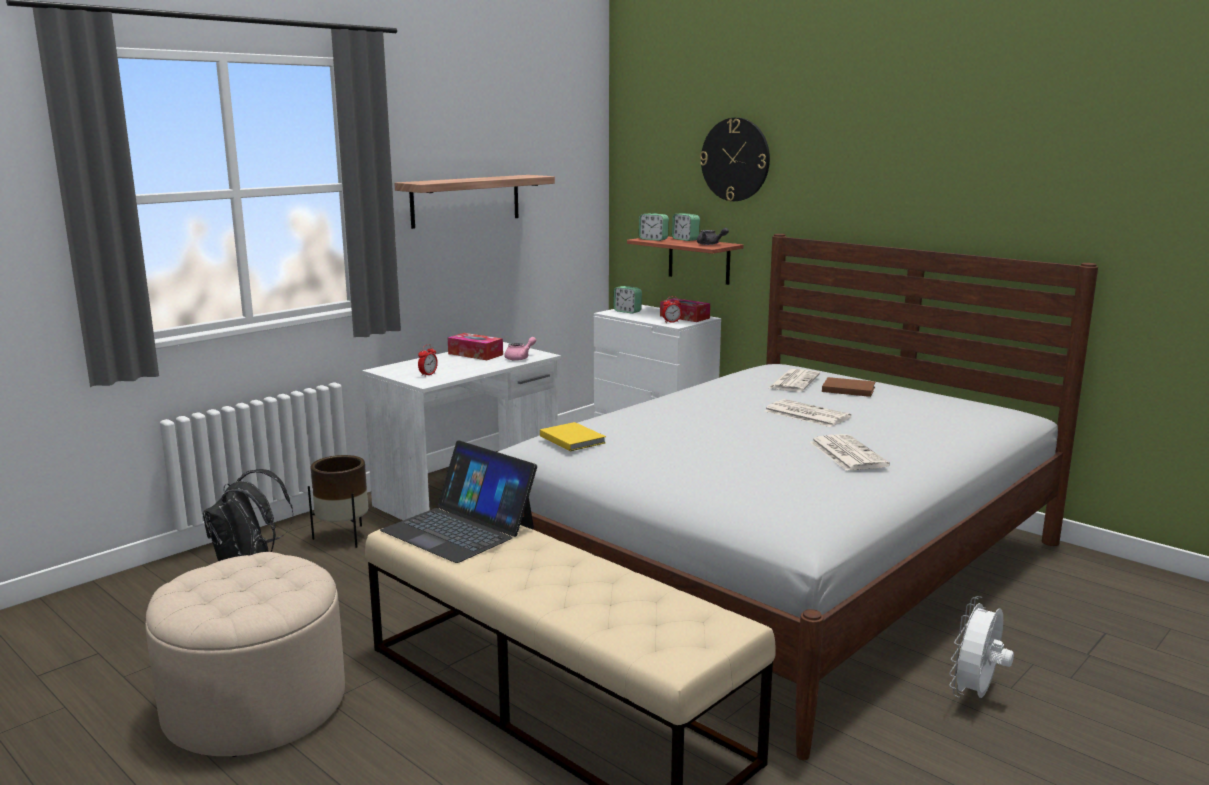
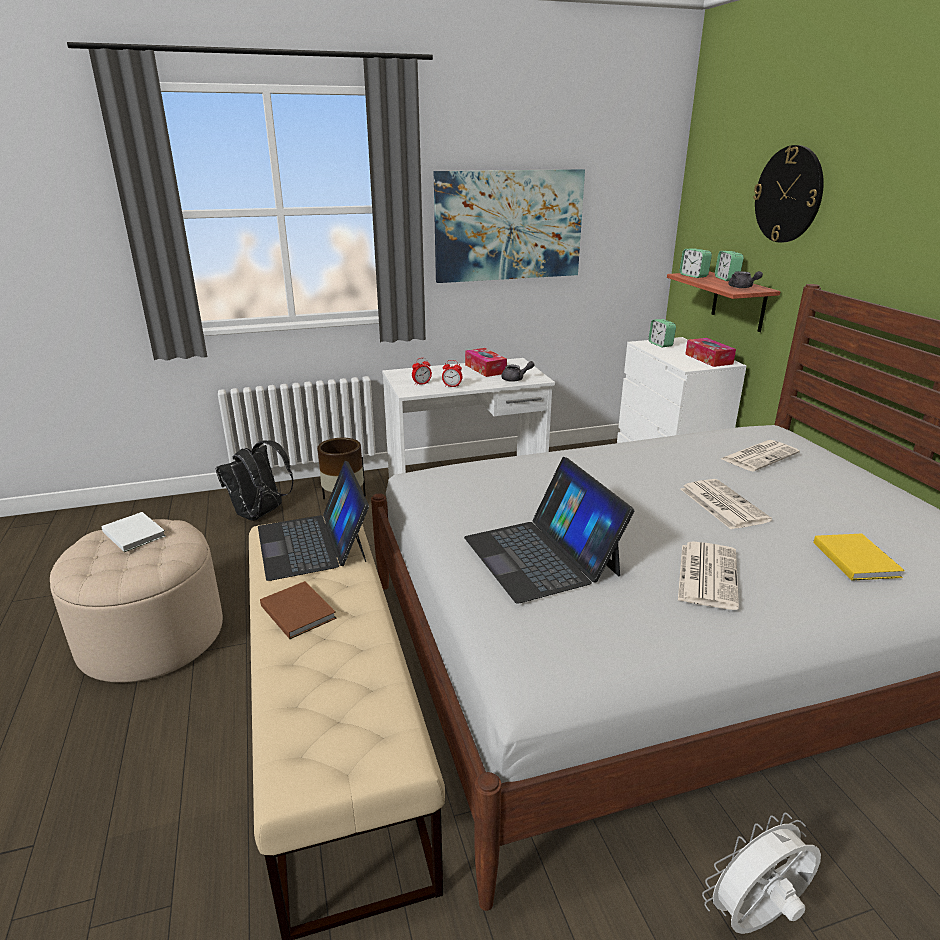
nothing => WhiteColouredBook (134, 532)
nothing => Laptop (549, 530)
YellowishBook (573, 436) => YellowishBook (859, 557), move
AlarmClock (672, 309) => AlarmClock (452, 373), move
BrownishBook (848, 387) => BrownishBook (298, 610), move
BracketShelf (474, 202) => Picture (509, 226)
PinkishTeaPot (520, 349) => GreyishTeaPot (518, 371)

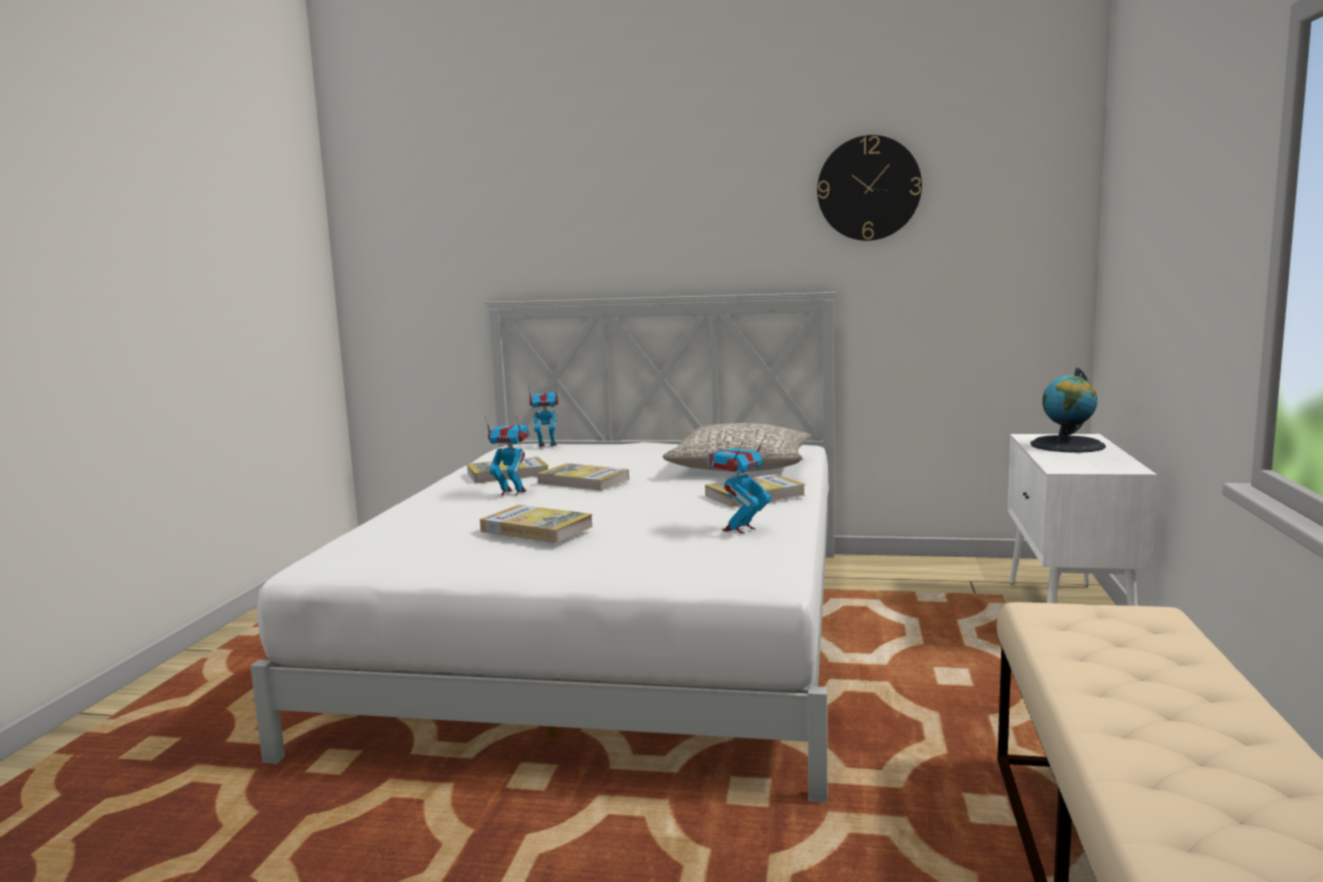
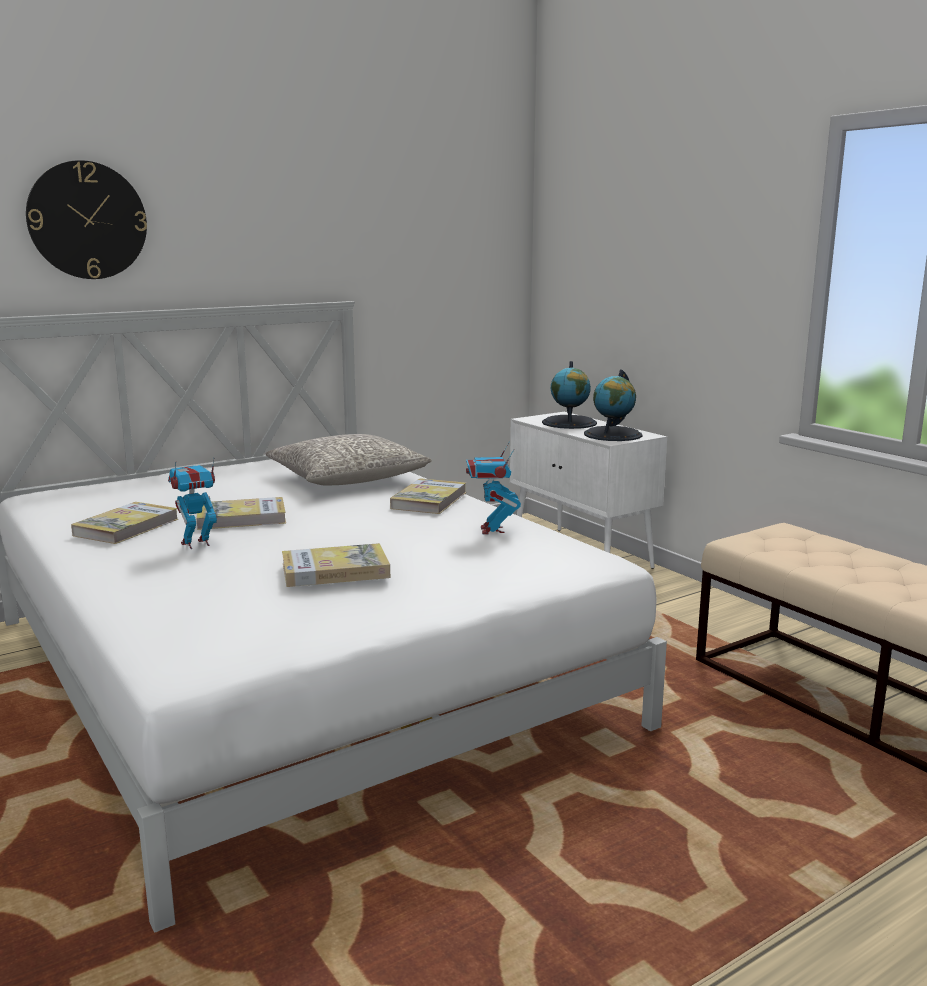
RobotFigure (543, 417) => nothing
nothing => WorldGlobe (613, 405)
WallClock (869, 188) => WallClock (86, 219), move

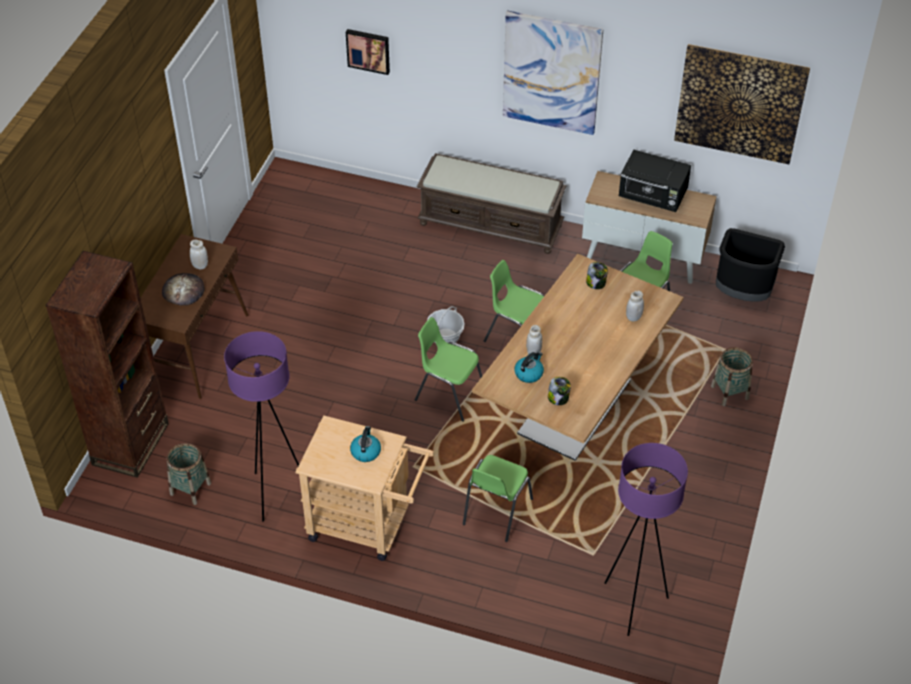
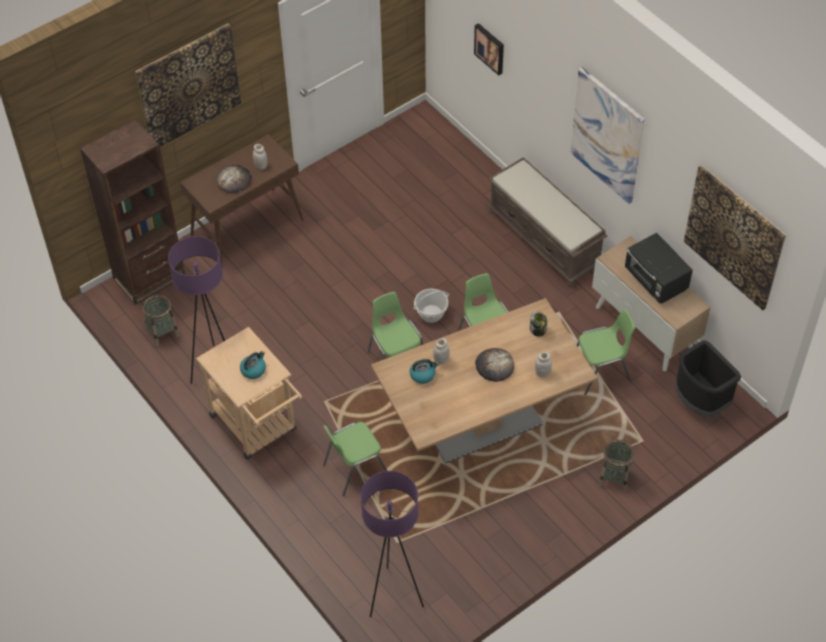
PreserveJar (559, 391) => nothing
nothing => Picture (188, 85)
nothing => BakeryBread (494, 365)

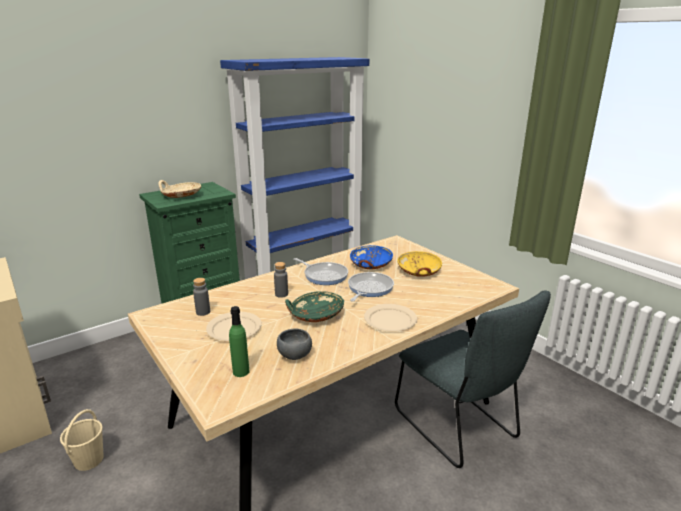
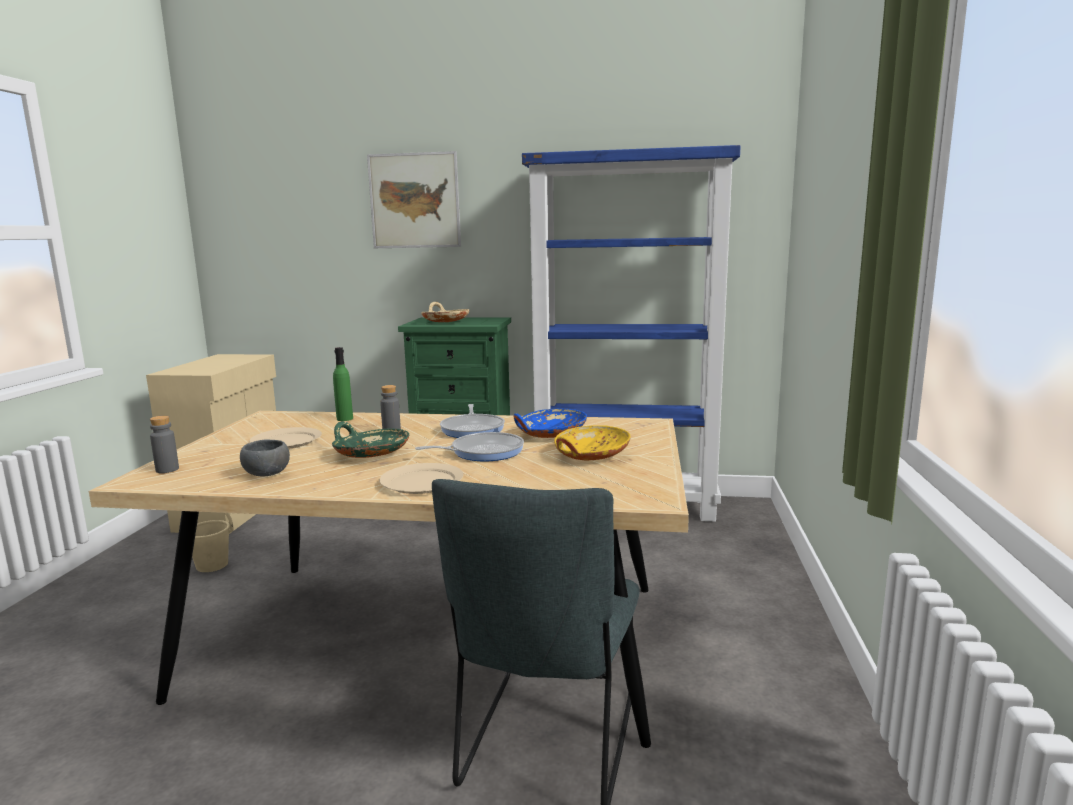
nothing => Picture (414, 199)
GreyishBottle (201, 297) => GreyishBottle (164, 444), move
GreenBottle (239, 341) => GreenBottle (343, 384), move

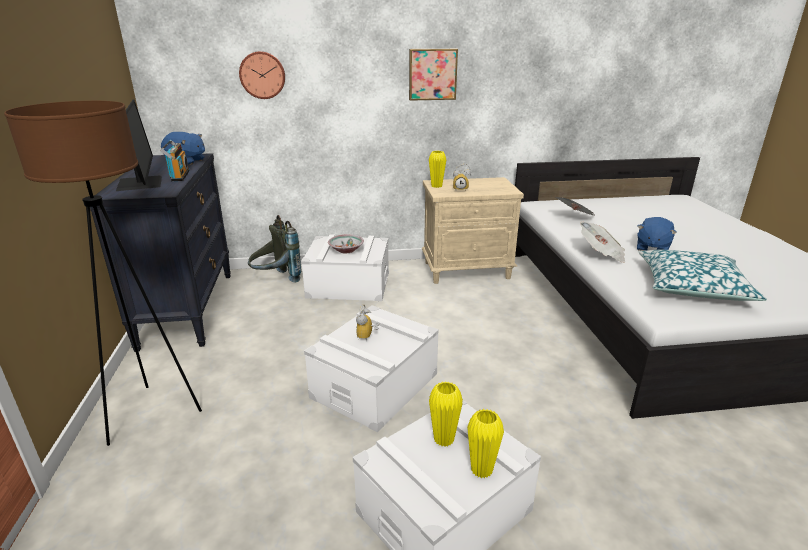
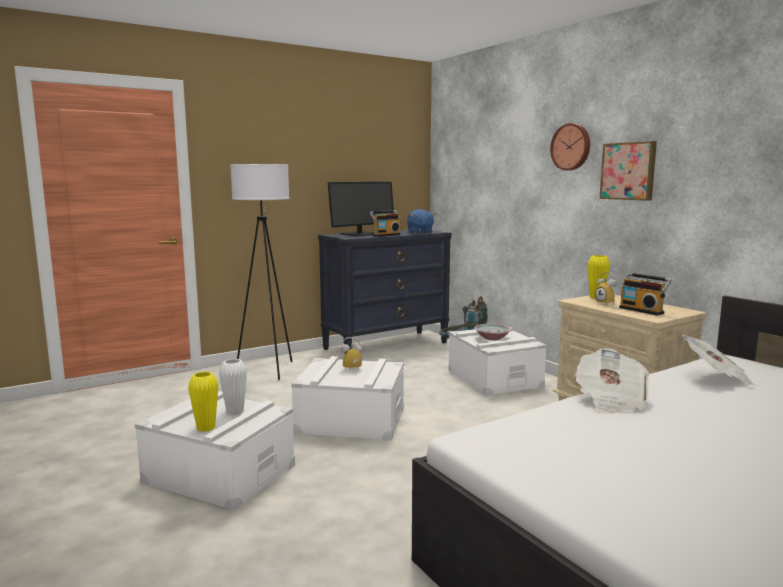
BlueCuddlyToy (657, 234) => nothing
Pillow (703, 275) => nothing
nothing => RadioReceiver (645, 294)
WallClock (262, 75) => WallClock (570, 147), move
BrownishFloorLamp (103, 273) => WhiteColouredFloorLamp (261, 272)
YellowishVase (446, 414) => WhiteColouredVase (233, 387)

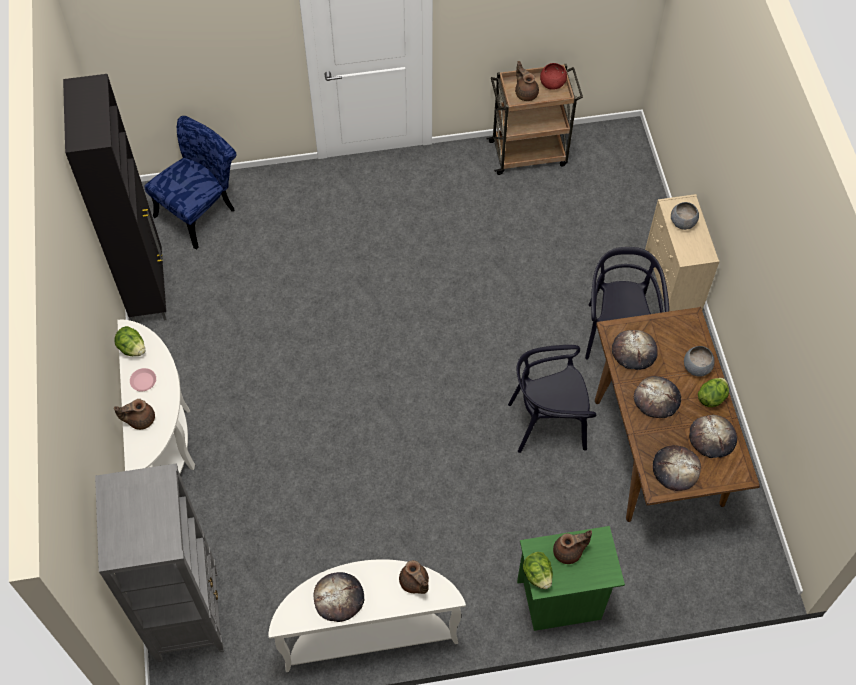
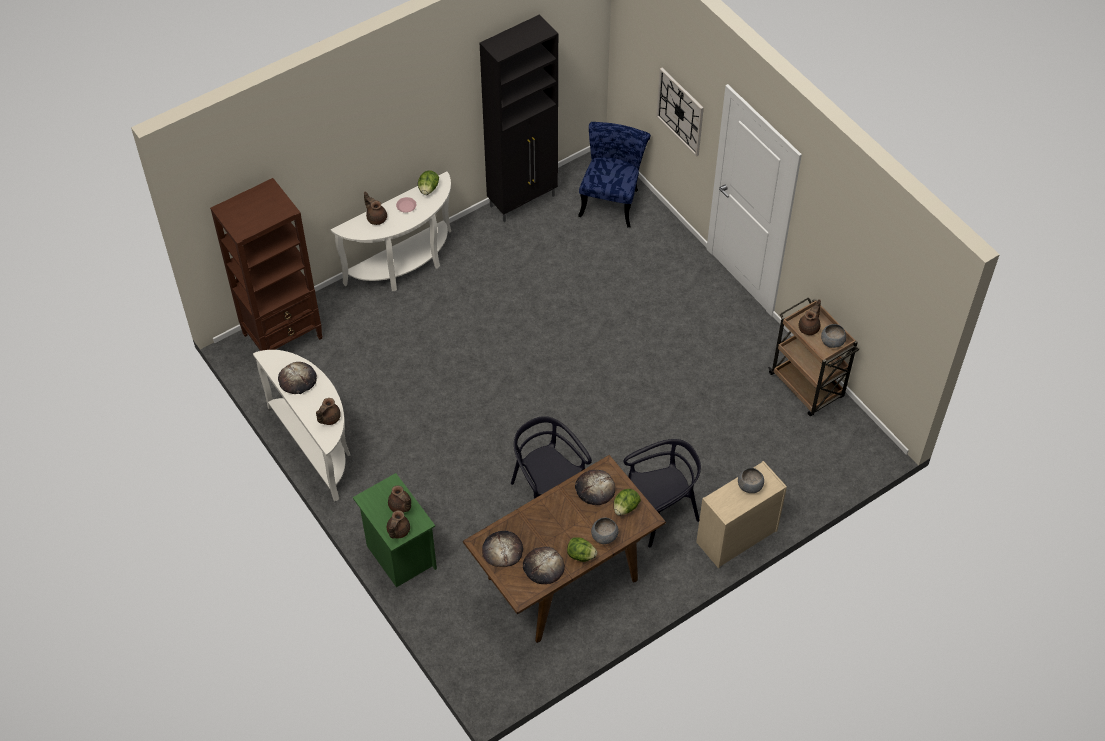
BakeryBread (657, 397) => nothing
nothing => BrownishTeaPot (398, 524)
nothing => WallClock (680, 112)
HeadOfLettuce (538, 570) => HeadOfLettuce (627, 502), move
GreyishShelvingUnit (159, 562) => BrownishShelvingUnit (266, 264)
ReddishDeepDish (553, 76) => GreyishDeepDish (833, 336)
BlueUprightChair (190, 182) => BlueUprightChair (614, 174), 90 degrees counterclockwise

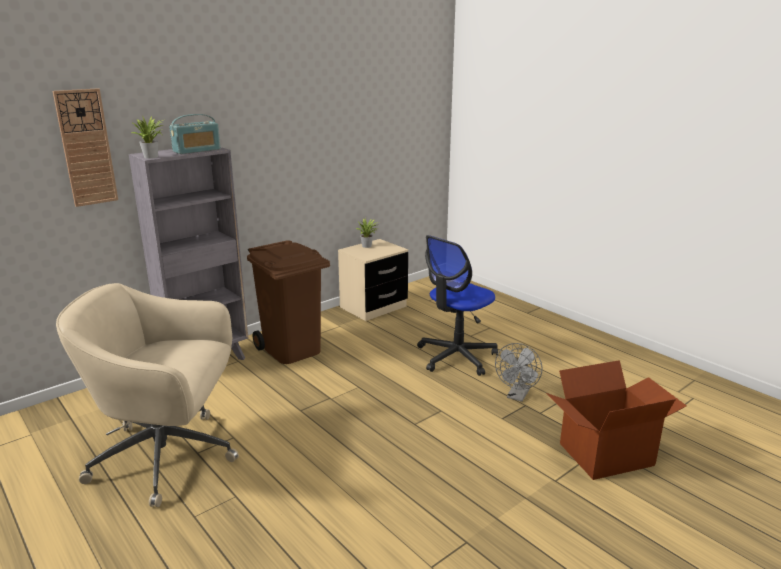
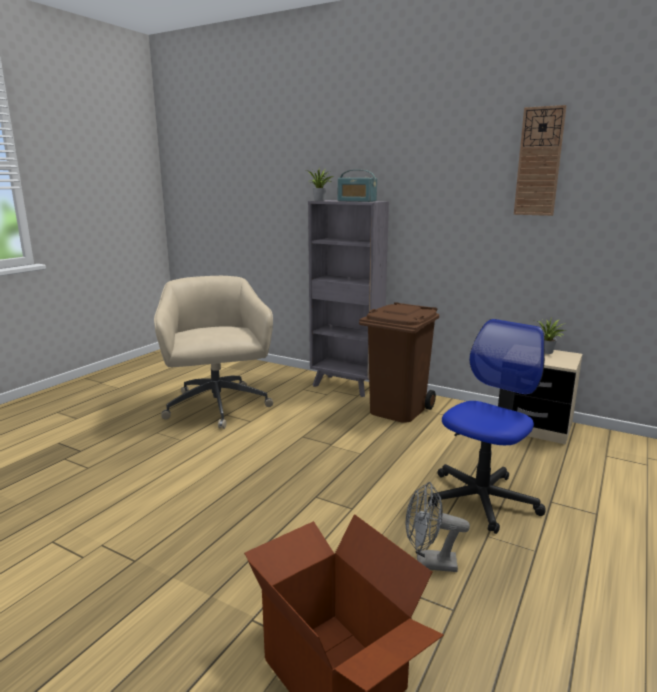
WallClock (85, 147) => WallClock (540, 160), move
ComputerChair (457, 305) => ComputerChair (487, 426), 105 degrees clockwise

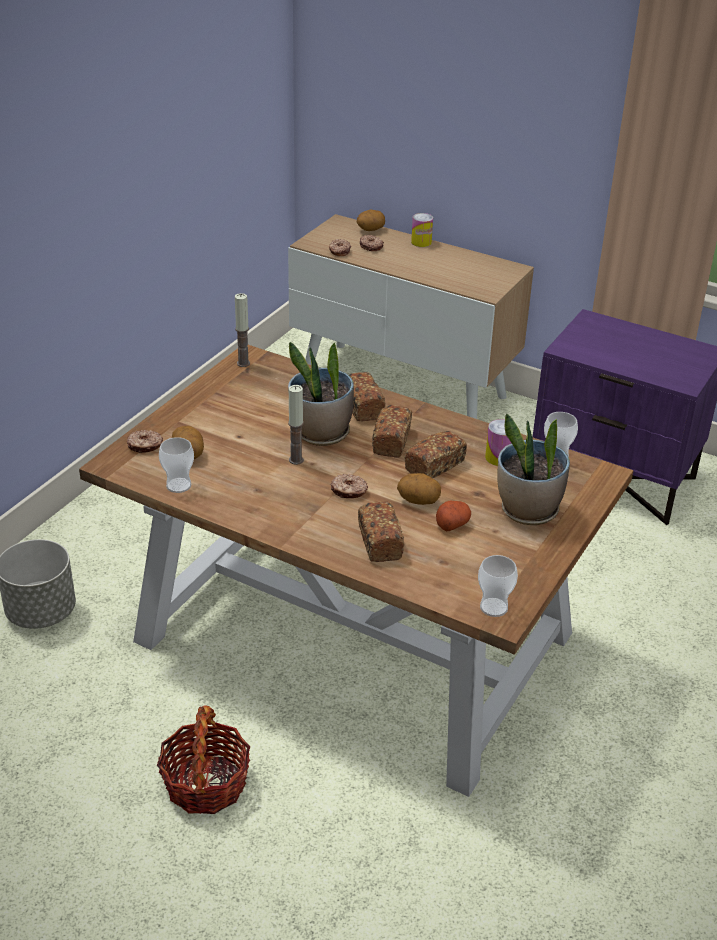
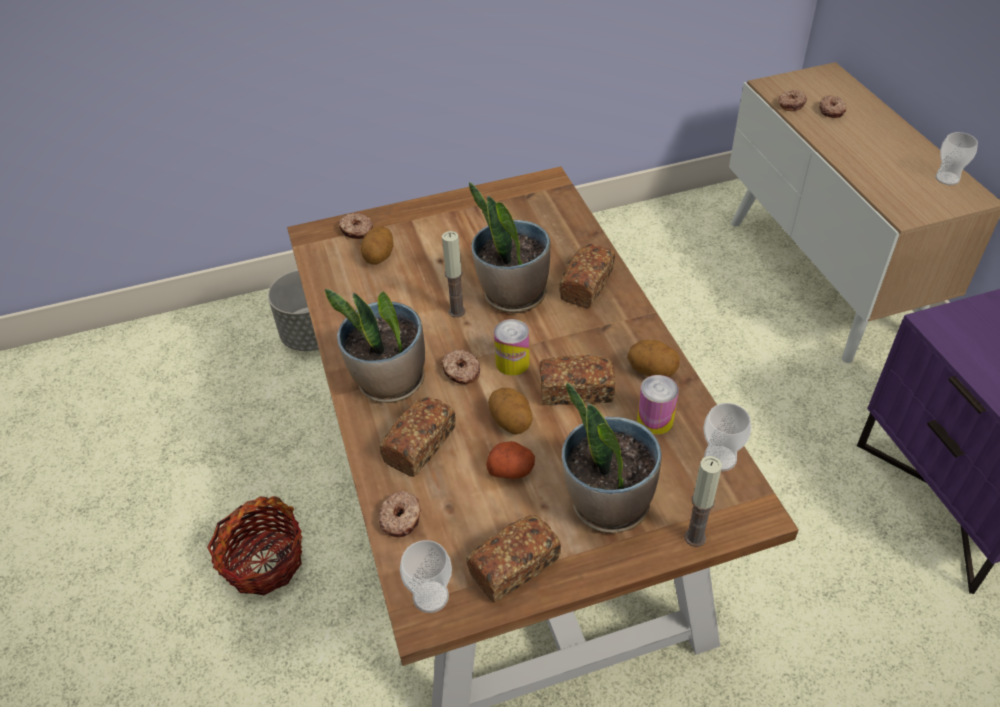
nothing => PlantInAPot (375, 346)
nothing => RingDoughnut (400, 514)
Cup (176, 465) => Cup (956, 158), move
WaxLight (242, 330) => WaxLight (703, 501), move
Potato (371, 220) => Potato (653, 358), move
BakeryBread (392, 431) => BakeryBread (514, 558), move
SealedCan (422, 230) => SealedCan (511, 347), move

